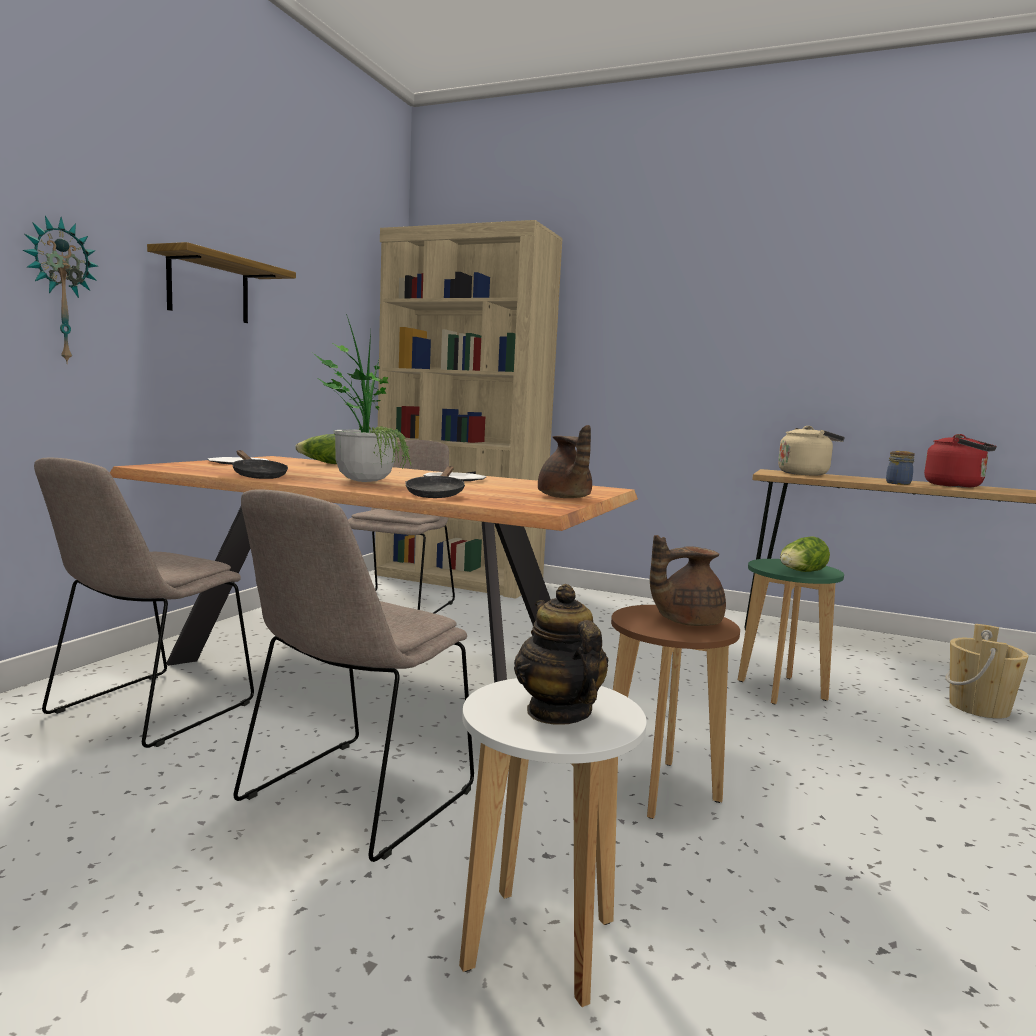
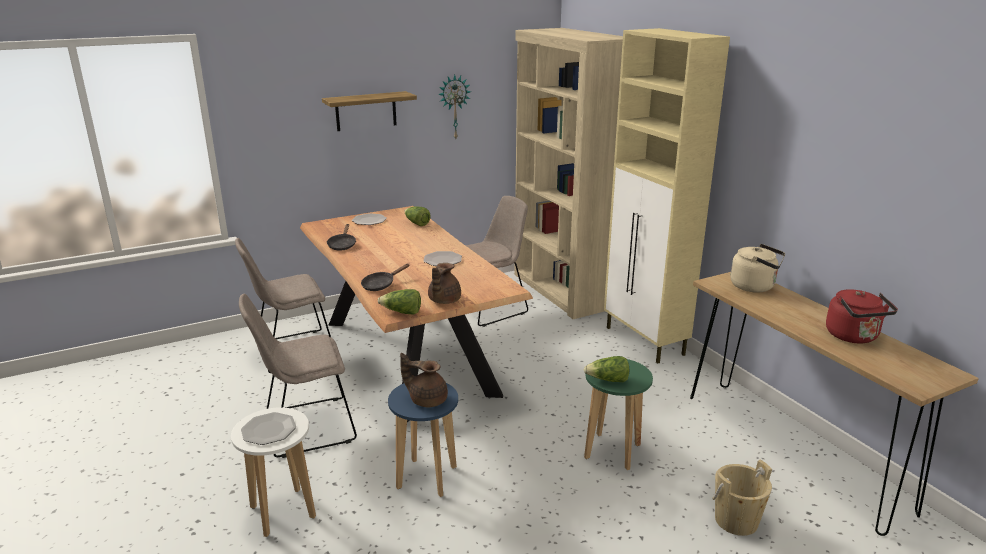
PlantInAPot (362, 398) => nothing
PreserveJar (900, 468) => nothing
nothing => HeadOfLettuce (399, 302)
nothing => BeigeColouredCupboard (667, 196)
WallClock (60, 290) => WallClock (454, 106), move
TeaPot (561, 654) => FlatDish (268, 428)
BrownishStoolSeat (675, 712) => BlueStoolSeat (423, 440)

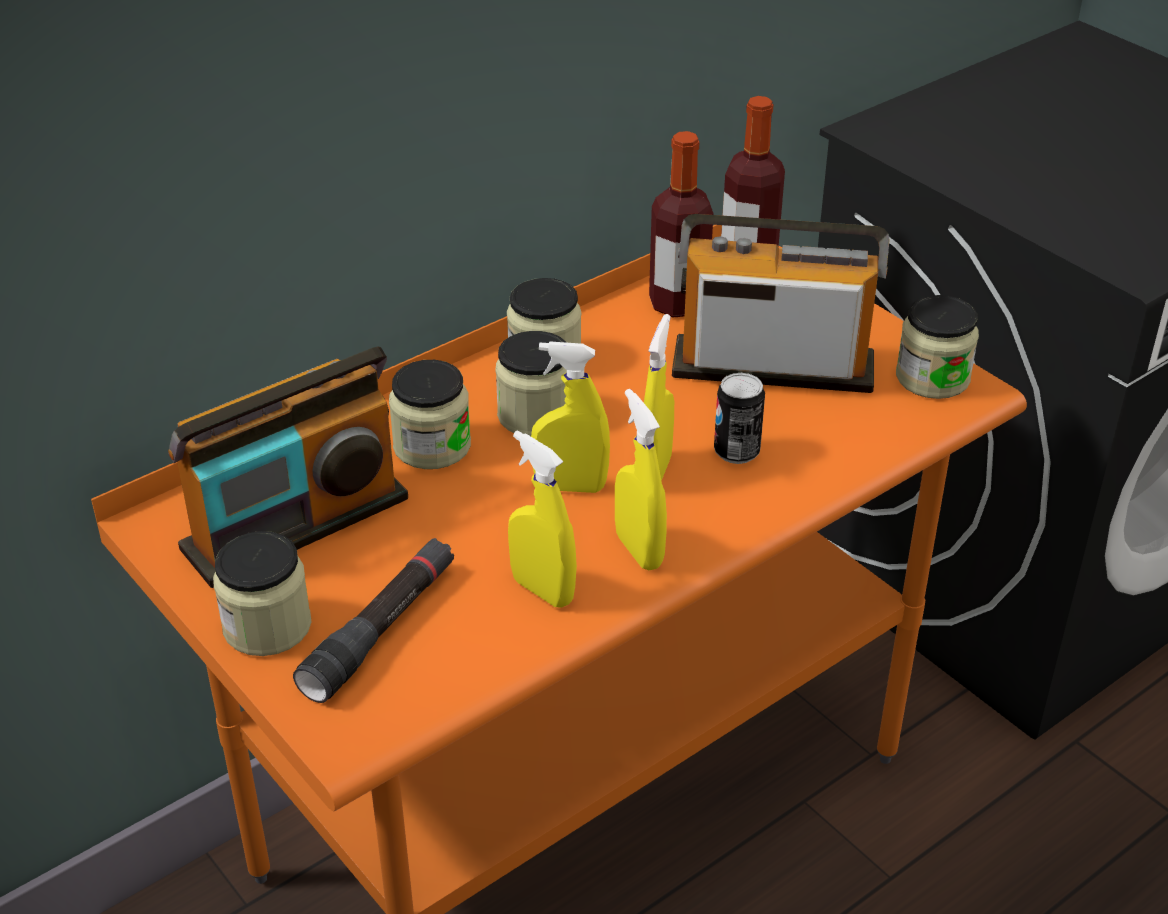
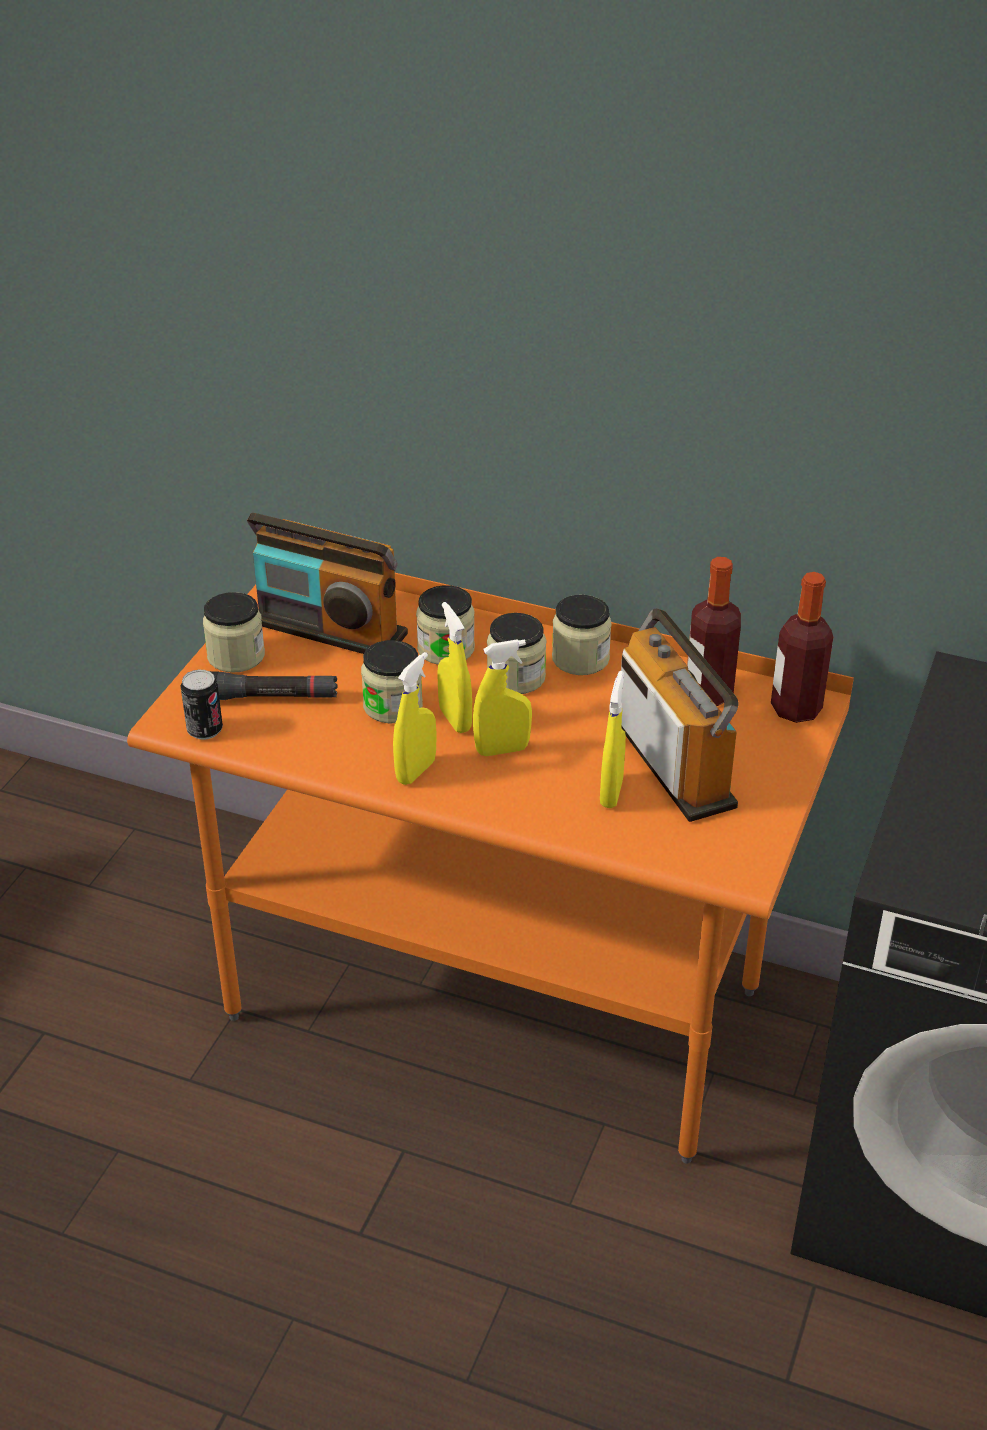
YellowishSprayBottle (542, 519) => YellowishSprayBottle (613, 739), move
SealedCan (739, 418) => SealedCan (202, 705), move
PreserveJar (937, 347) => PreserveJar (392, 681), move

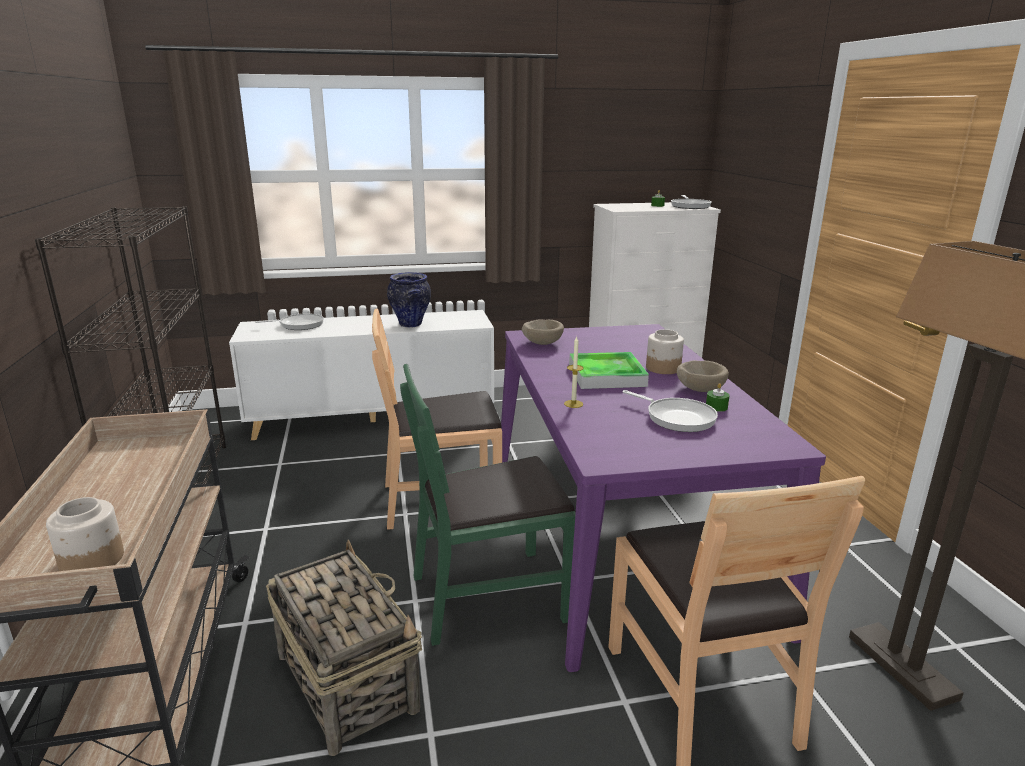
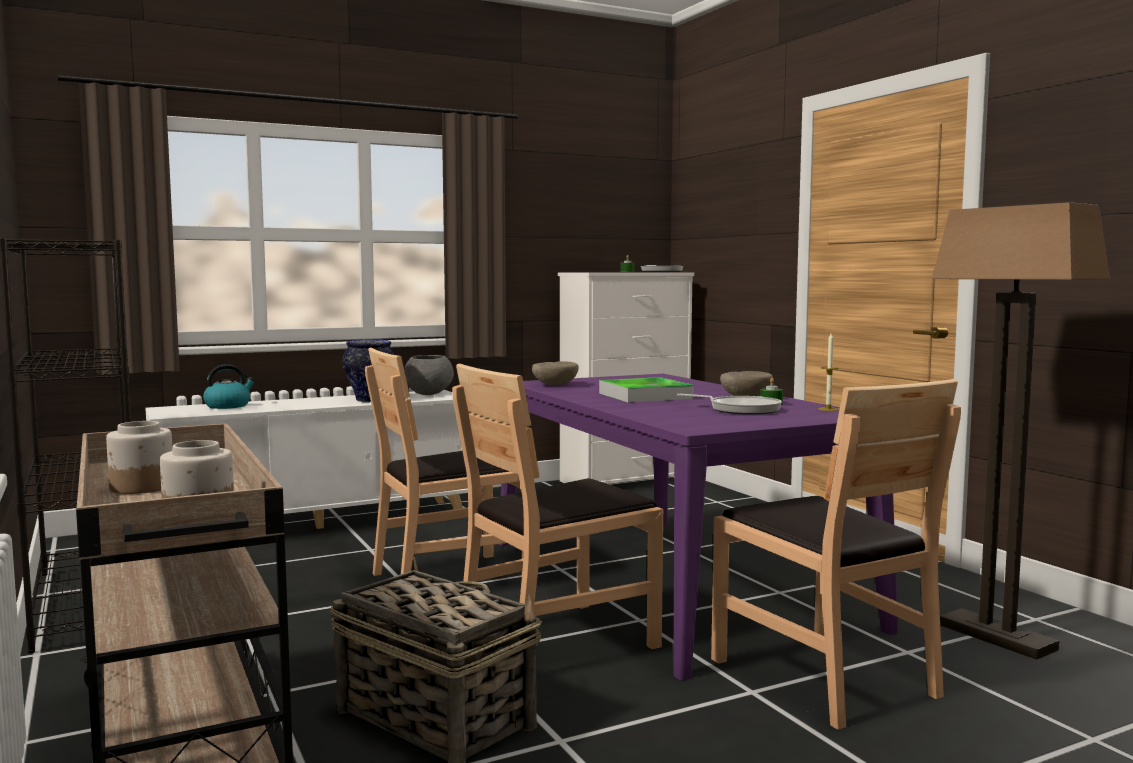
nothing => GreyishDeepDish (429, 375)
WaxLight (574, 372) => WaxLight (828, 372), move
PreserveJar (665, 351) => PreserveJar (139, 457), move
FryingPan (289, 321) => TeaKettle (229, 386)
GreenUprightChair (488, 505) => BrownishUprightChair (557, 506)

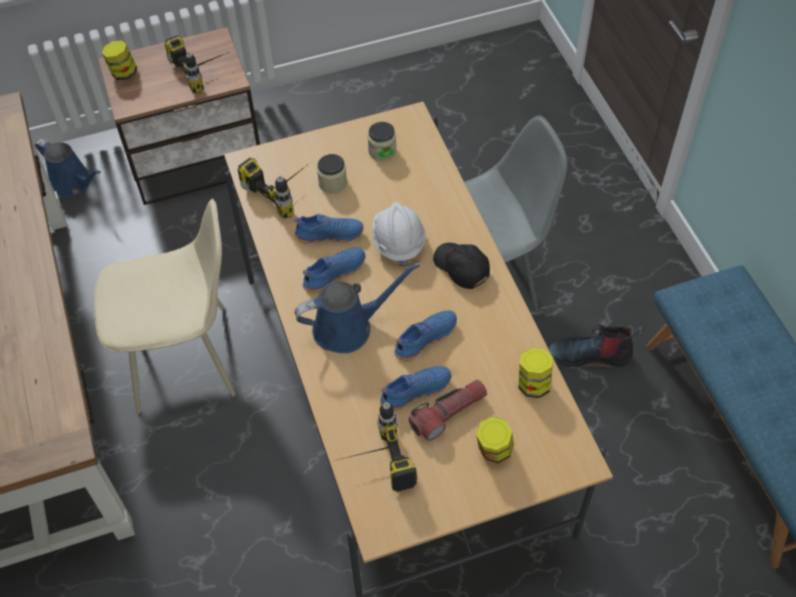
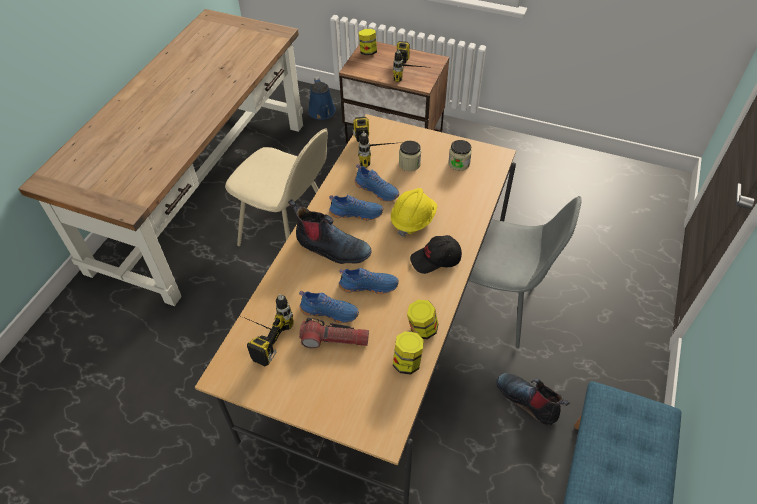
PreserveJar (495, 440) => PreserveJar (422, 319), move
BlueWateringCan (357, 308) => TallBoot (330, 231)
WhiteColouredSafetyHelmet (399, 234) => YellowishSafetyHelmet (414, 212)
BlackPeakedCap (461, 266) => BlackPeakedCap (436, 254), 105 degrees counterclockwise

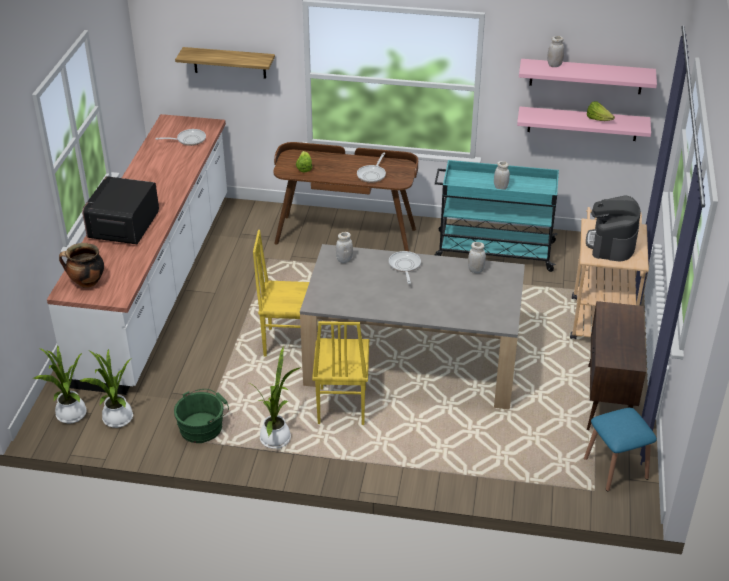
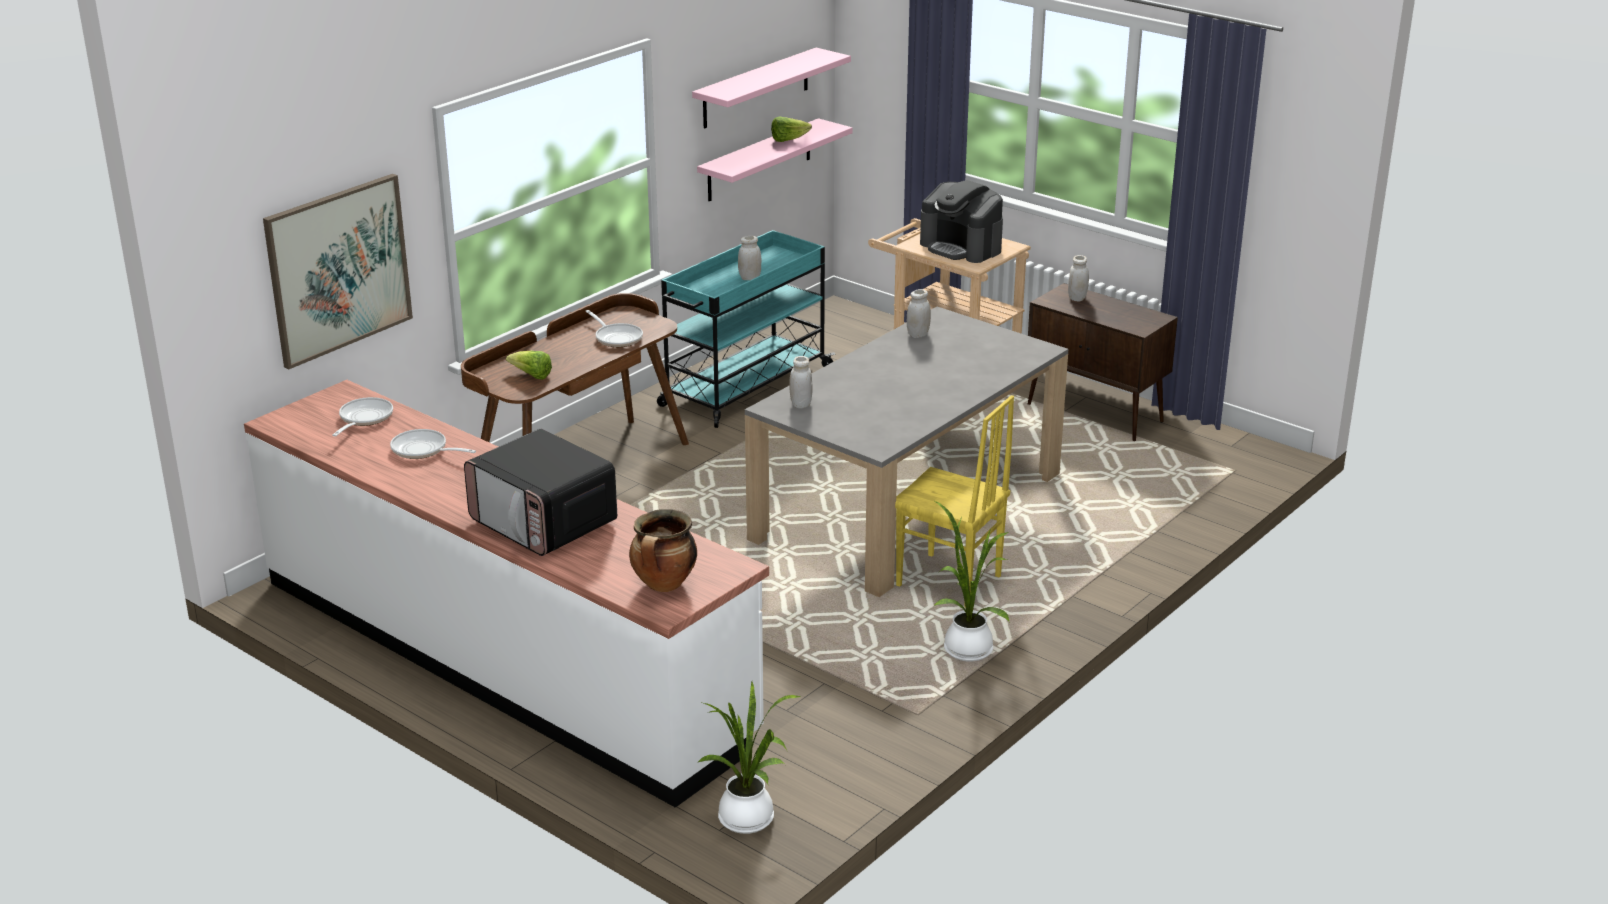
PlantInAPot (106, 388) => nothing
GreenWaterBucket (201, 416) => nothing
YellowishUprightChair (281, 293) => nothing
BlueStoolSeat (620, 449) => nothing
FryingPan (405, 267) => FryingPan (433, 444), move
WhiteColouredPreserveJar (555, 51) => WhiteColouredPreserveJar (1078, 278), move
BracketShelf (225, 63) => Picture (338, 271)

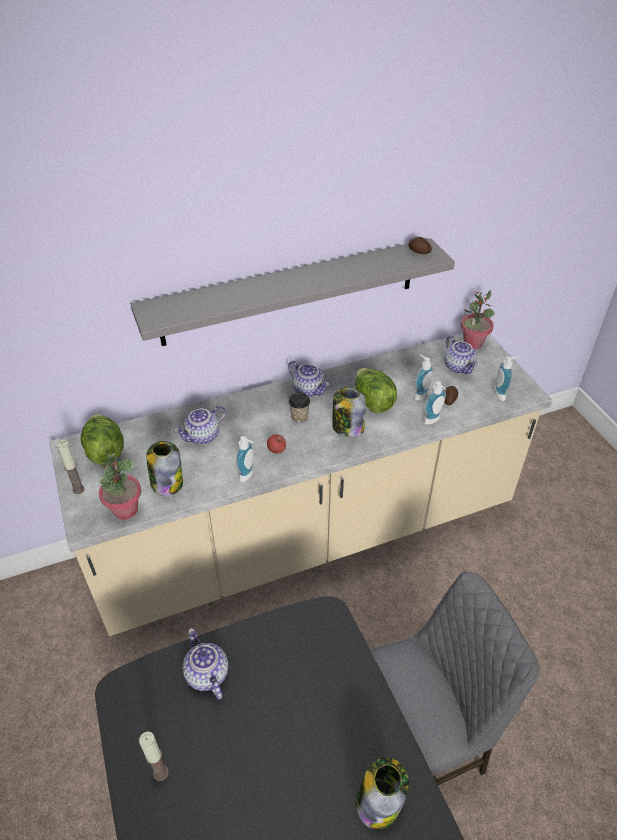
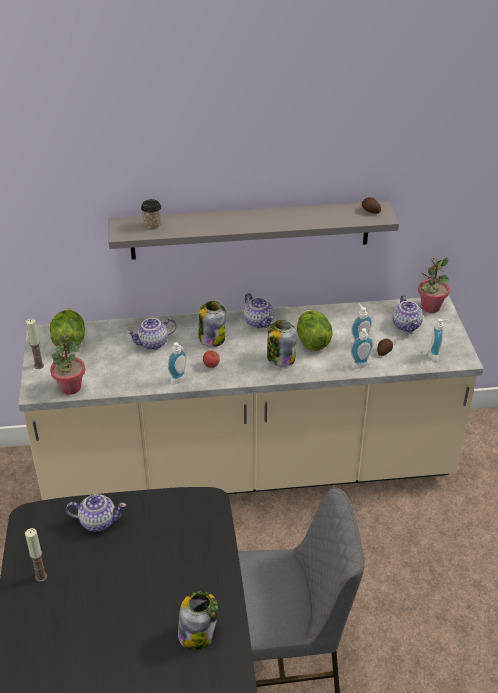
PreserveJar (164, 468) => PreserveJar (212, 324), move
Cup (299, 407) => Cup (151, 214), move
TeaPot (205, 664) => TeaPot (96, 513), 105 degrees clockwise

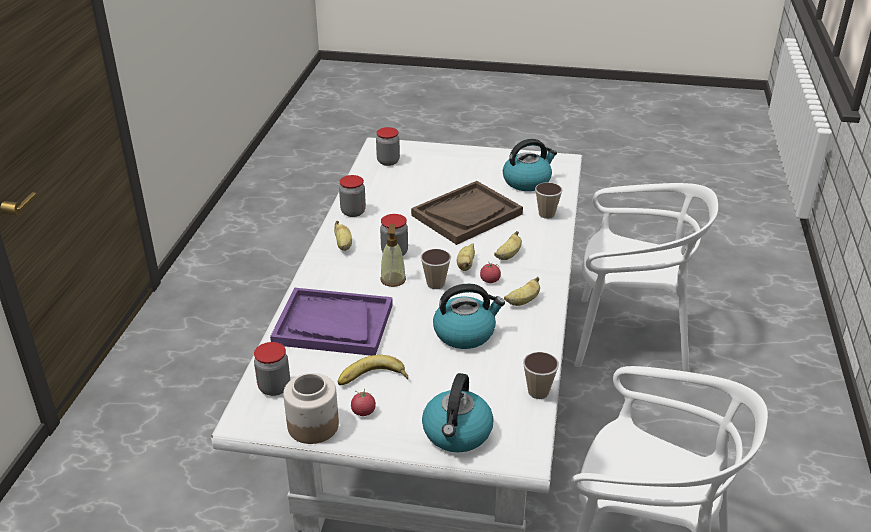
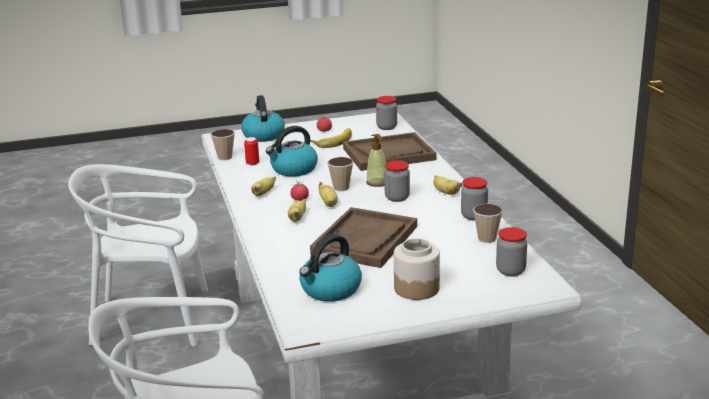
nothing => SealedCan (251, 151)
PreserveJar (311, 408) => PreserveJar (417, 269), move
Cup (548, 200) => Cup (488, 223), move
PurplishServingTray (331, 322) => BrownishServingTray (390, 151)

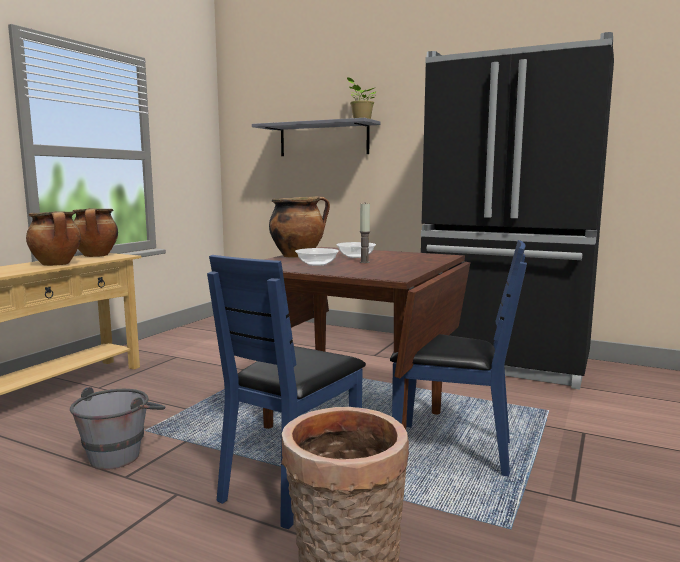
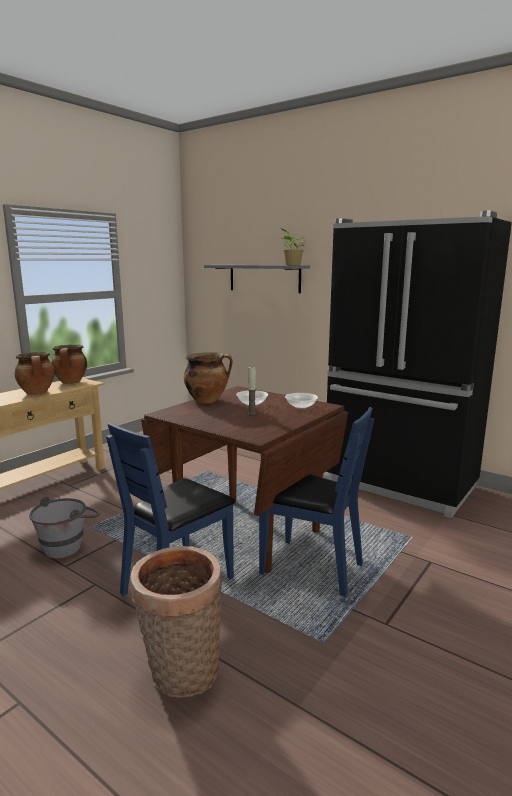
DeepDish (317, 257) => DeepDish (301, 401), move

